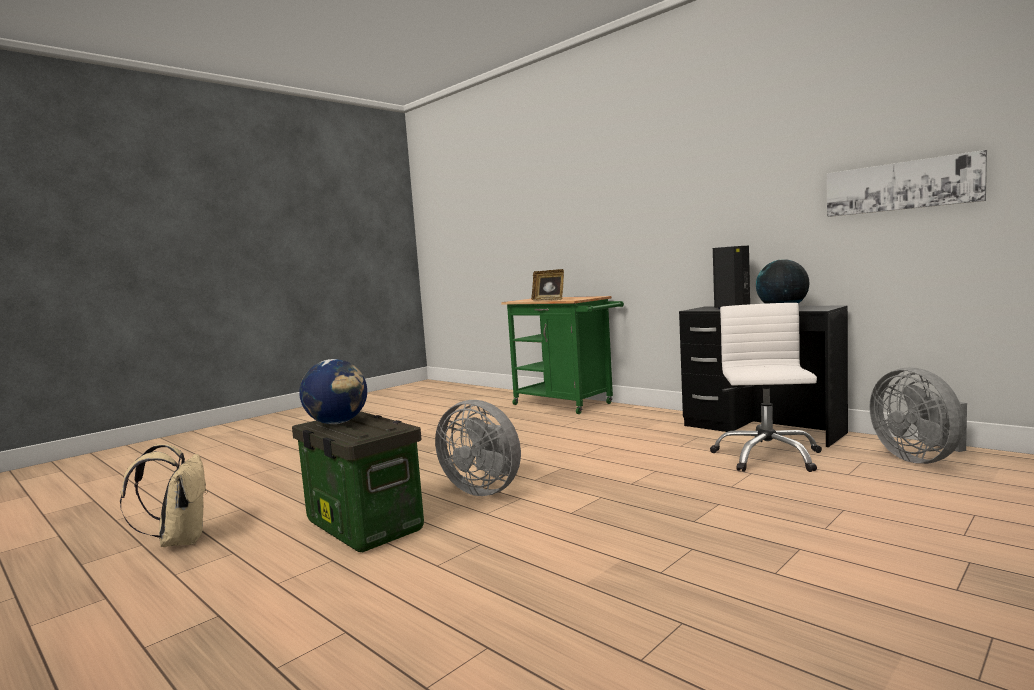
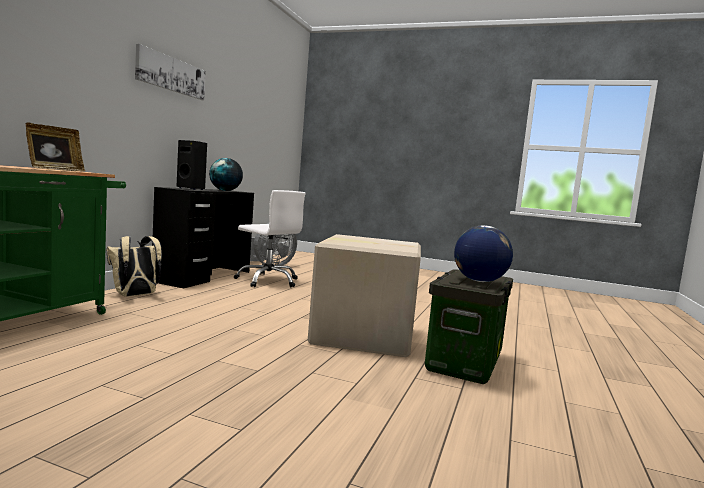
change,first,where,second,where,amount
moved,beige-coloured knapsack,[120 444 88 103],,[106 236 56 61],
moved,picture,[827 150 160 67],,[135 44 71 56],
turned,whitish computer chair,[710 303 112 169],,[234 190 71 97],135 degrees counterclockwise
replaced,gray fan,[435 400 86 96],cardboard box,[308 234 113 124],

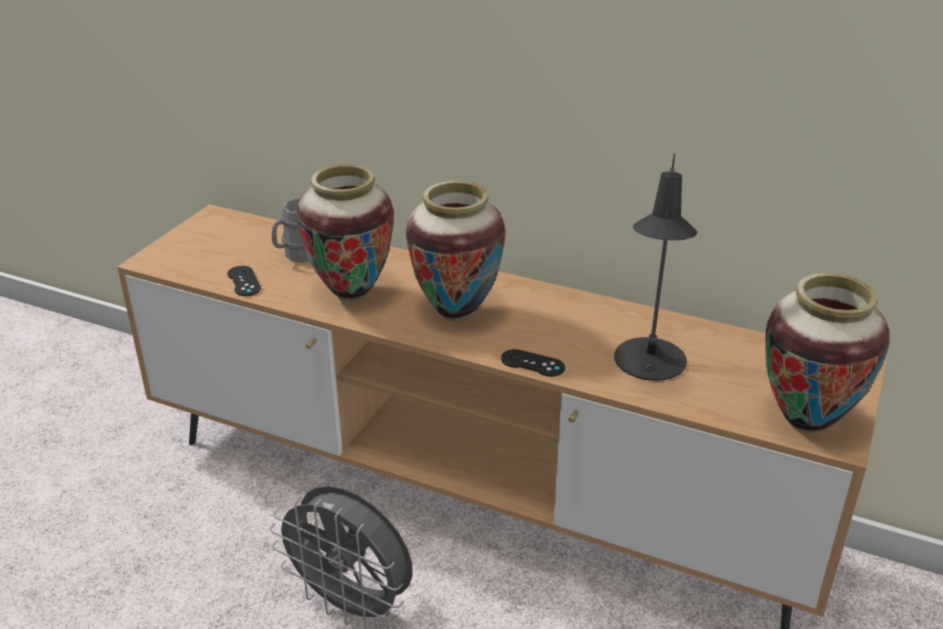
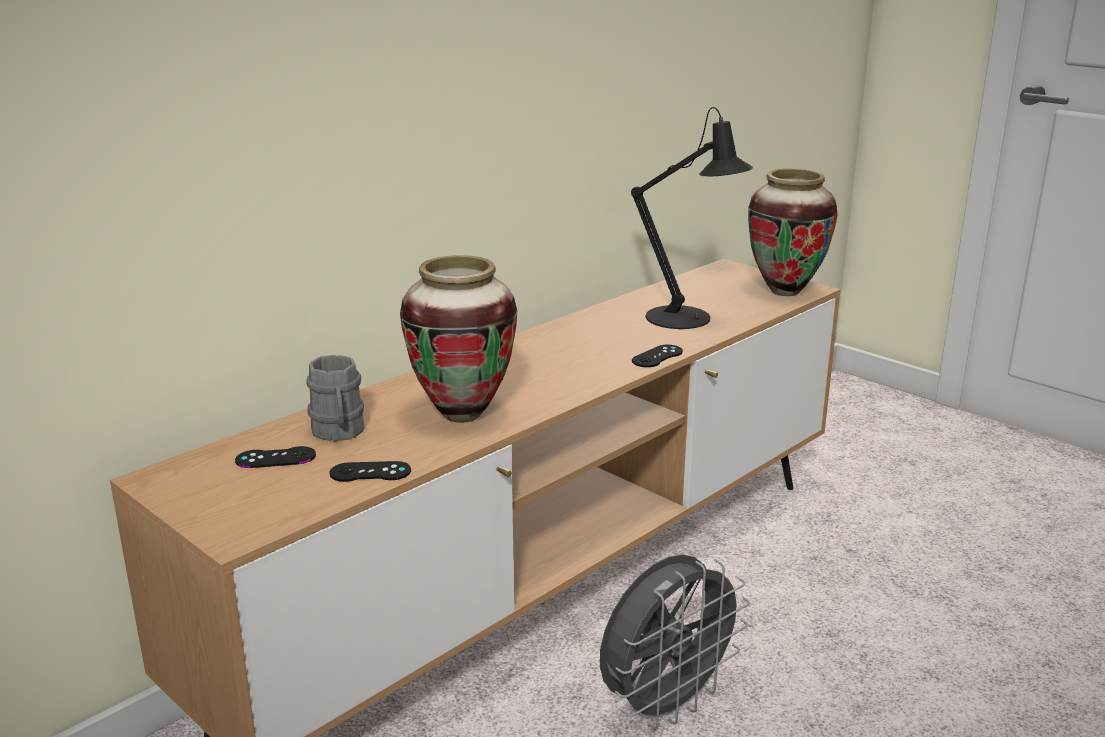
change,first,where,second,where,amount
added,,,black gamepad,[235 446 81 22],
removed,vase,[406 181 100 140],,,

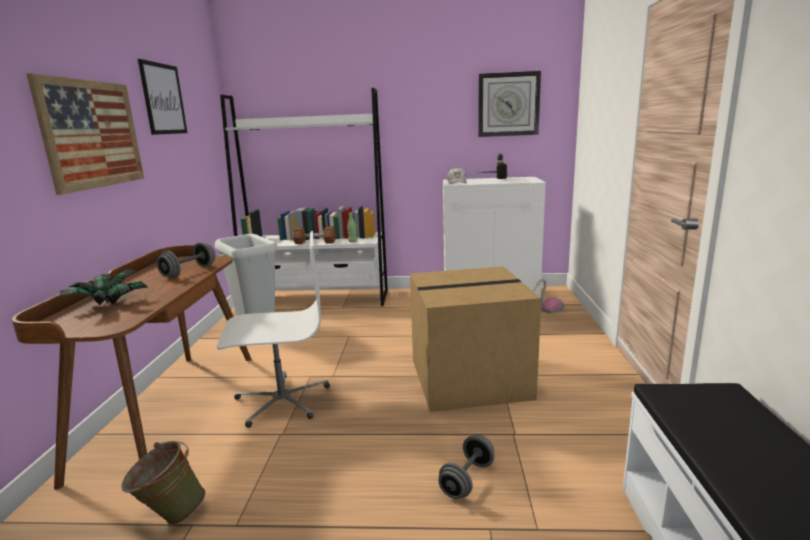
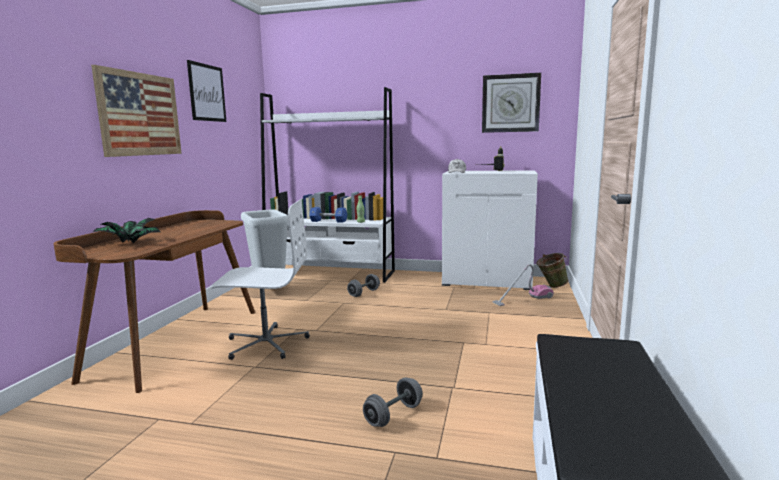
change,first,where,second,where,amount
recoloured,brown-coloured free weight,[292 226 44 18],blue-coloured free weight,[309 207 38 16],
moved,gray free weight,[157 242 58 36],,[347 274 33 23],
moved,green bucket,[121 441 84 84],,[537 253 32 35],
removed,cardboard box,[410 266 131 146],,,

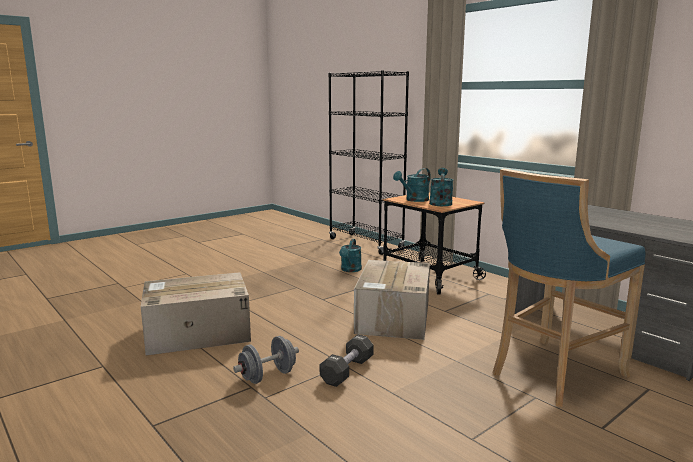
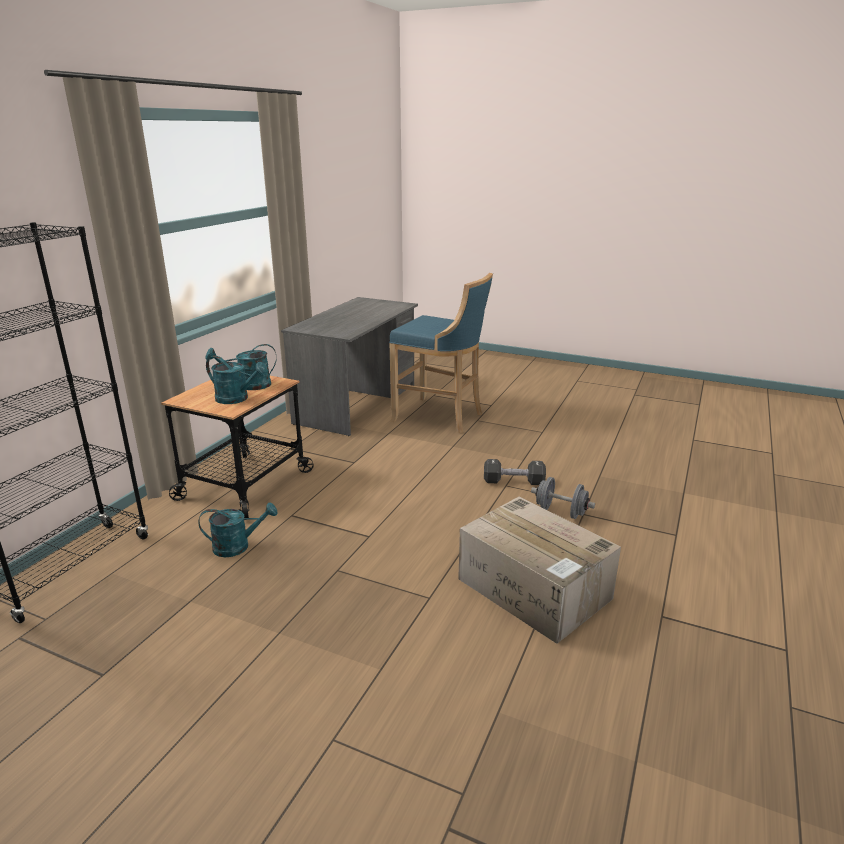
change,first,where,second,where,amount
removed,cardboard box,[354 260 76 80],,,

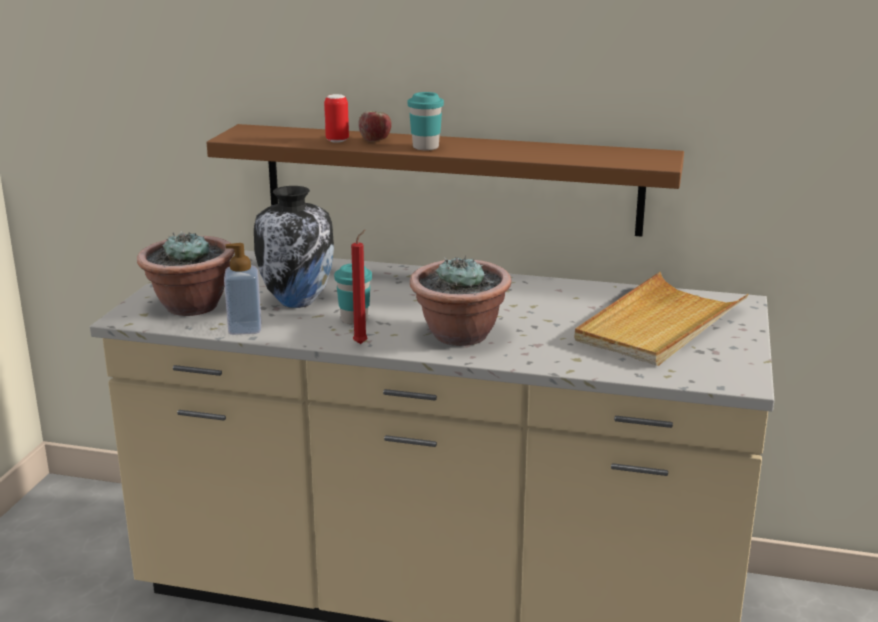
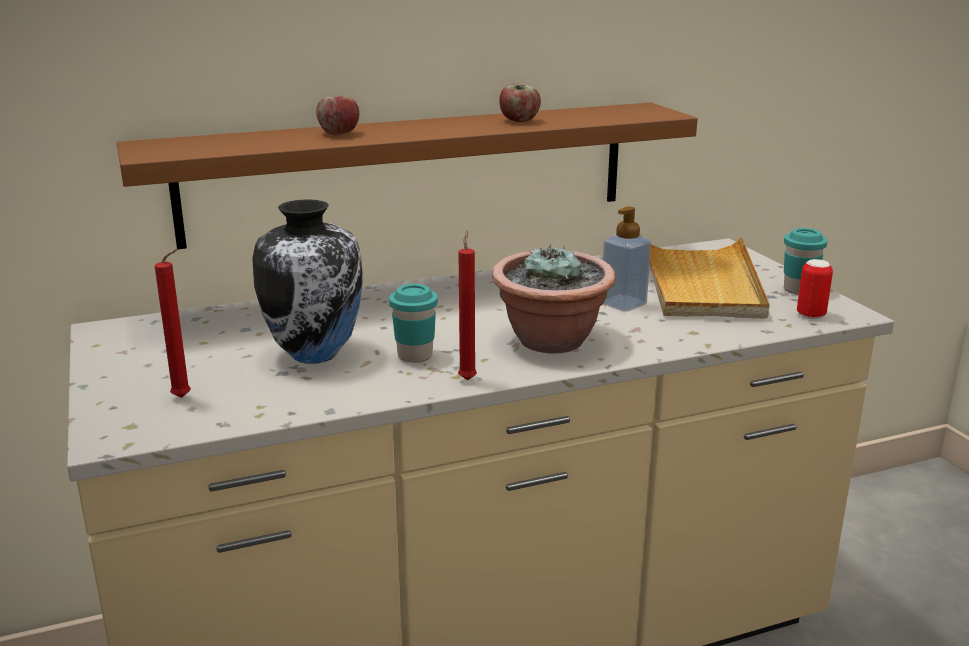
change,first,where,second,where,amount
replaced,houseplant,[137 231 97 85],red wax candle,[155 249 36 149],
added,,,whole apple,[499 84 42 38],
moved,soap dispenser,[224 243 37 92],,[603 207 48 105],
moved,turquoise small cup,[408 92 36 59],,[784 228 44 67],
moved,can,[324 94 25 49],,[797 259 36 60],

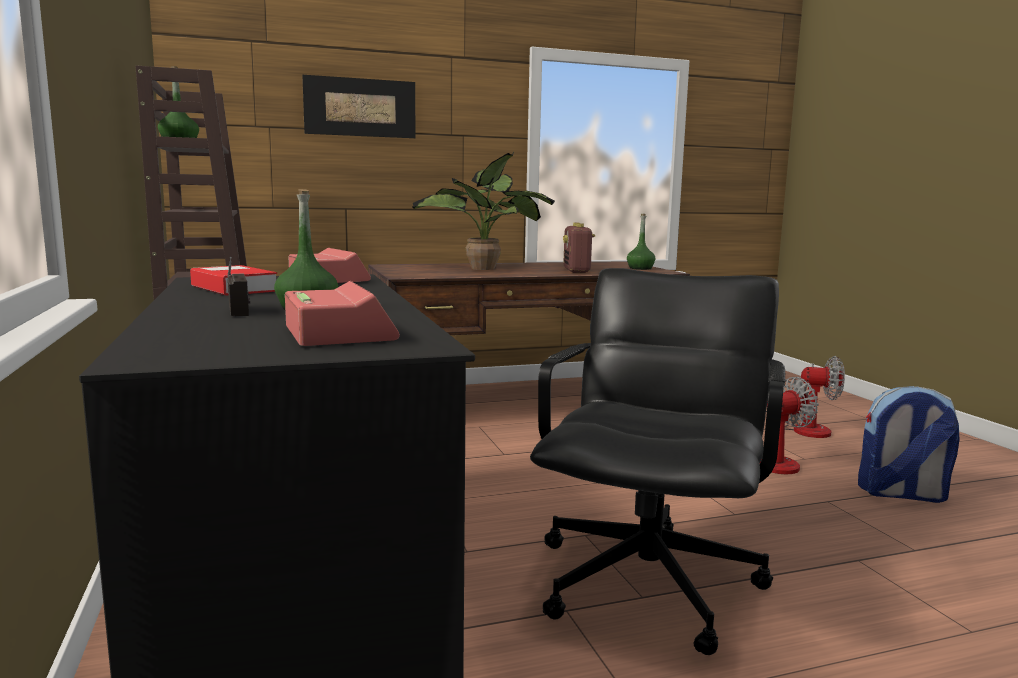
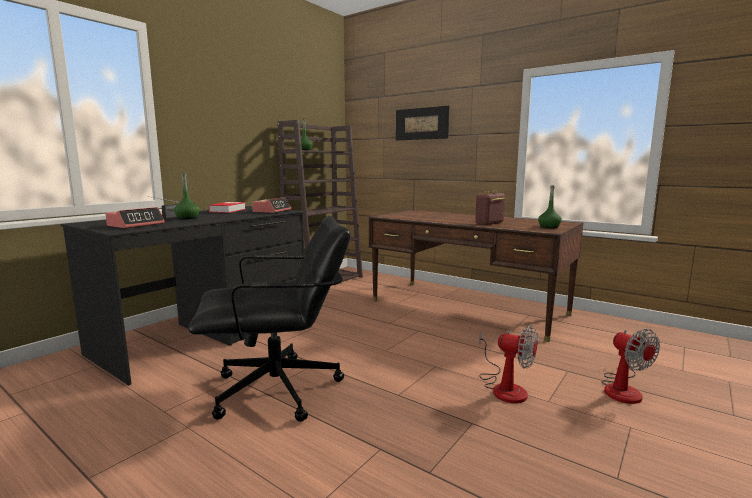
change,first,where,second,where,amount
removed,houseplant,[412 152 143 118],,,
removed,knapsack,[858 386 101 117],,,

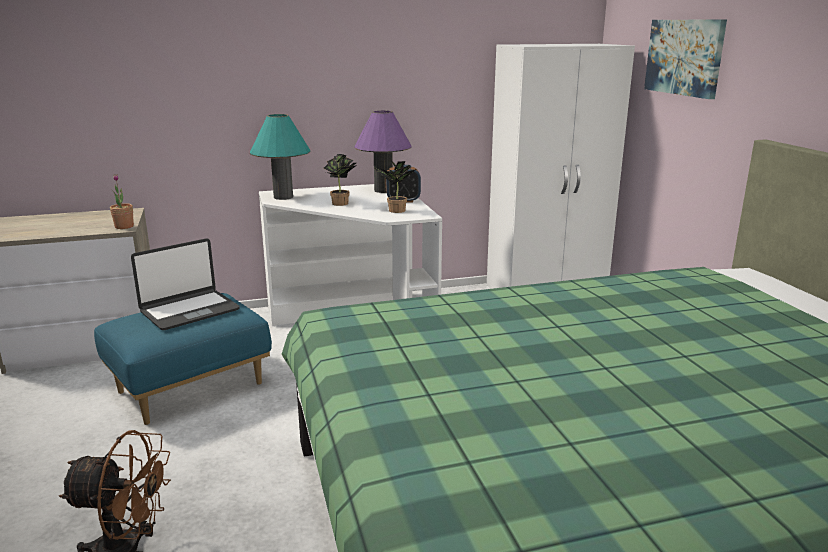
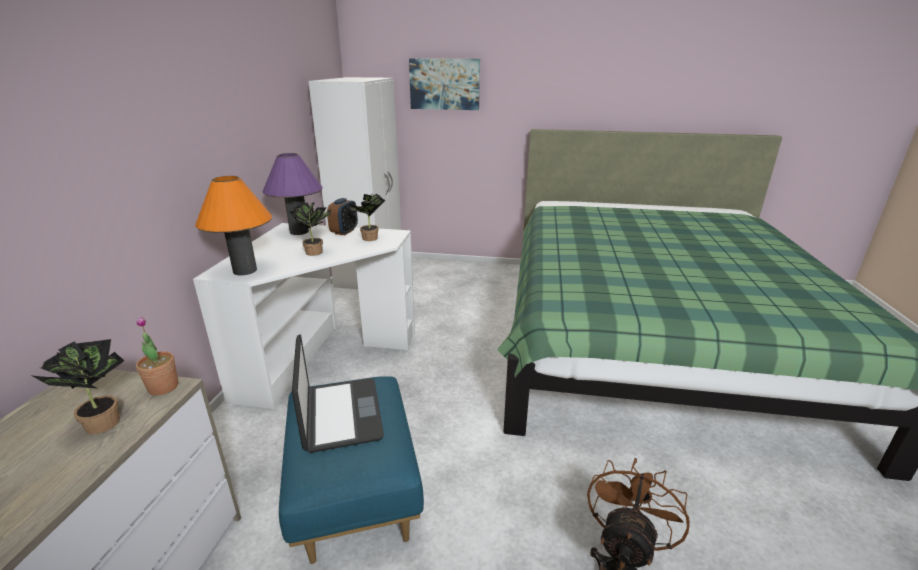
change,first,where,second,where,amount
added,,,houseplant,[33 339 91 95],
recoloured,turquoise tabletop lamp,[250 114 60 86],orange tabletop lamp,[195 176 77 99],

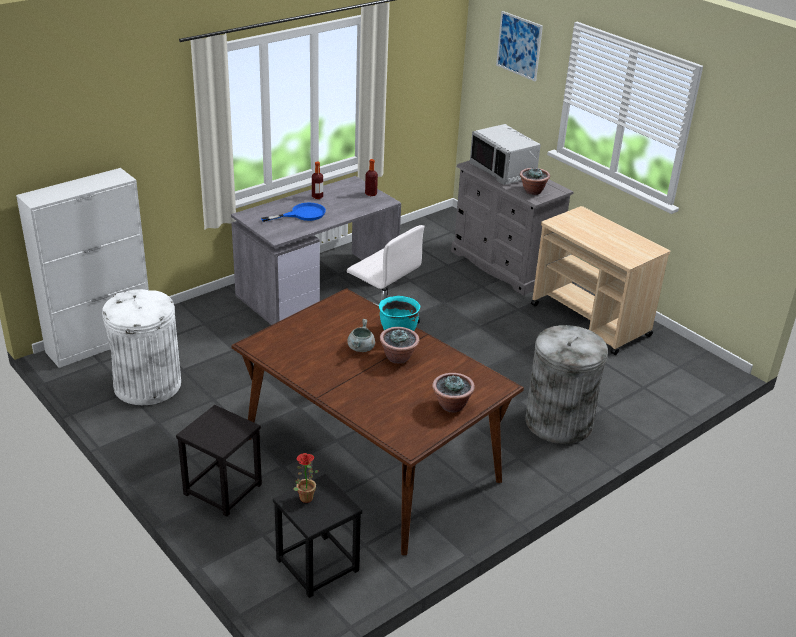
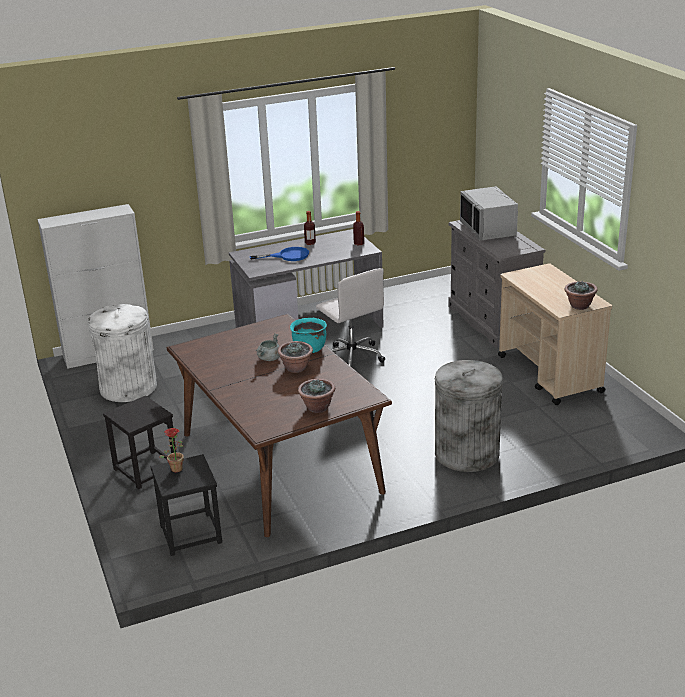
change,first,where,second,where,amount
moved,houseplant,[520 167 30 28],,[564 282 34 28],
removed,picture,[496 11 47 70],,,

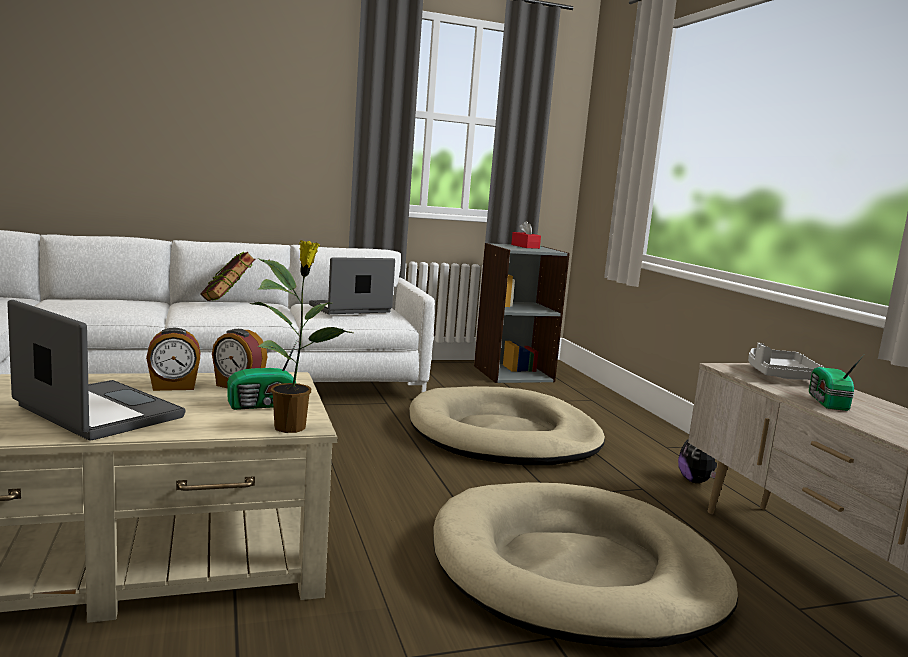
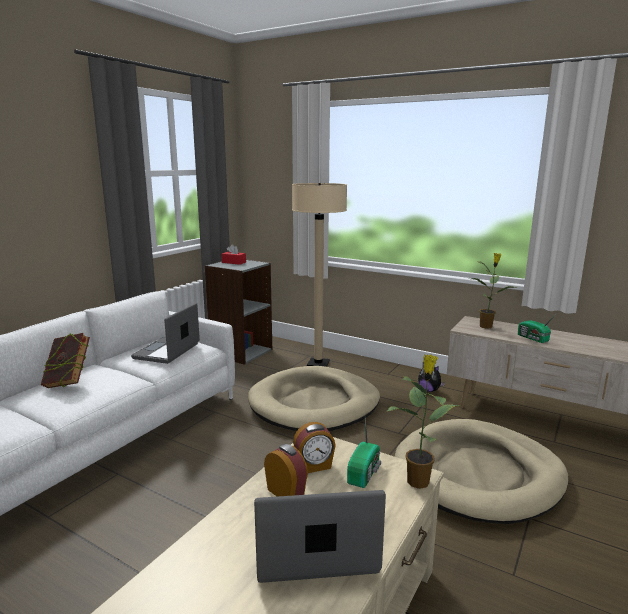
change,first,where,second,where,amount
turned,table clock,[146 328 54 63],,[264 444 44 53],75 degrees counterclockwise
added,,,beige-coloured standard lamp,[292 183 55 184],
replaced,gray tray,[748 343 77 37],houseplant,[472 253 44 76],

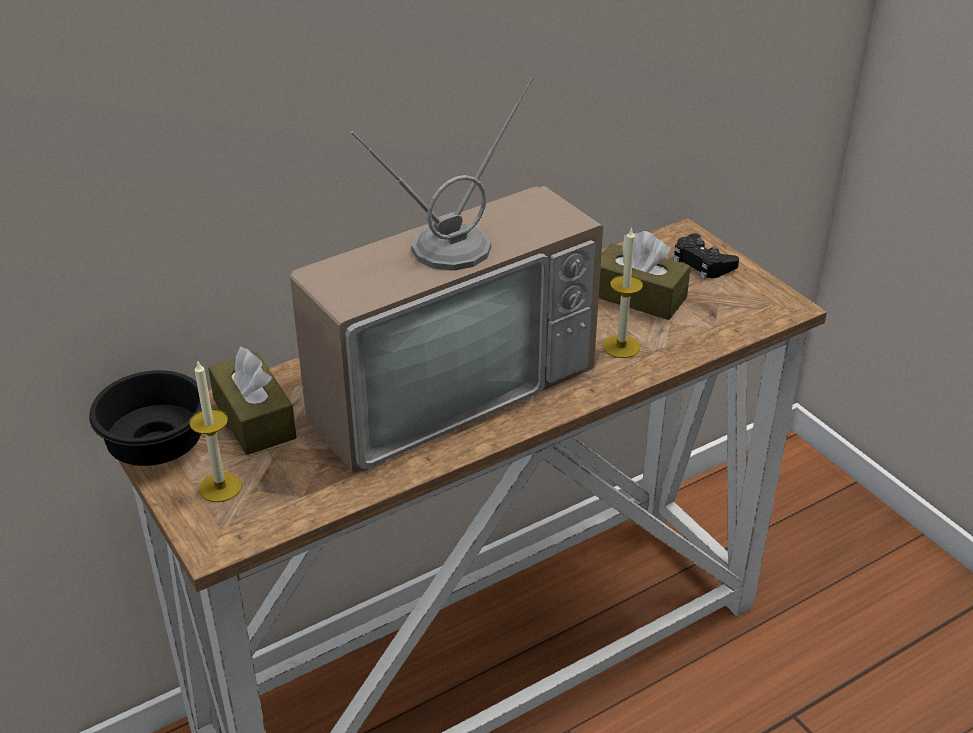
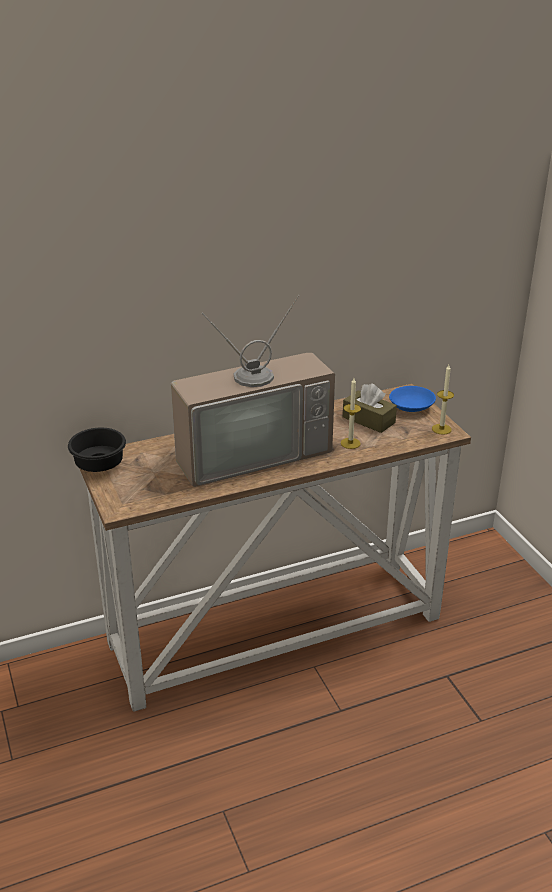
change,first,where,second,where,amount
replaced,black gamepad,[673 233 66 47],blue-coloured bowl,[389 386 47 26],
moved,wax candle,[189 362 53 140],,[432 365 22 70],
removed,brown-coloured tissue holder,[208 347 89 108],,,

